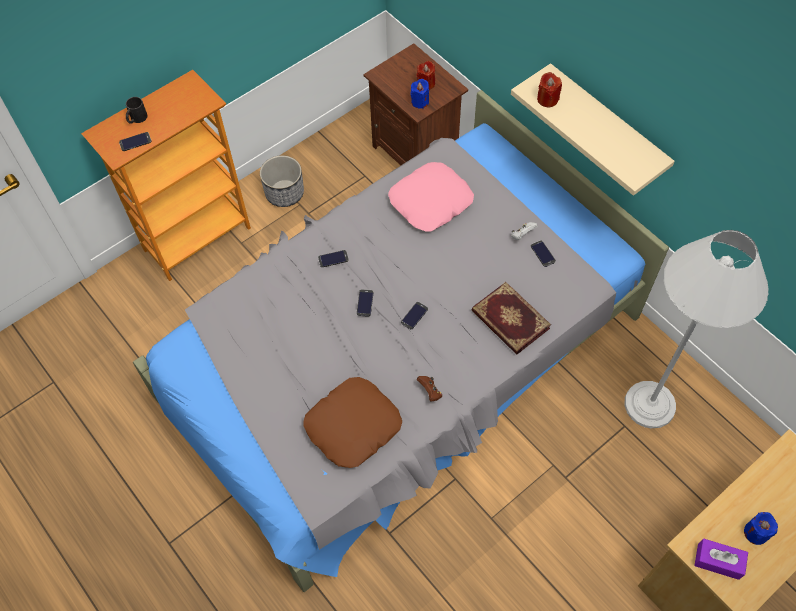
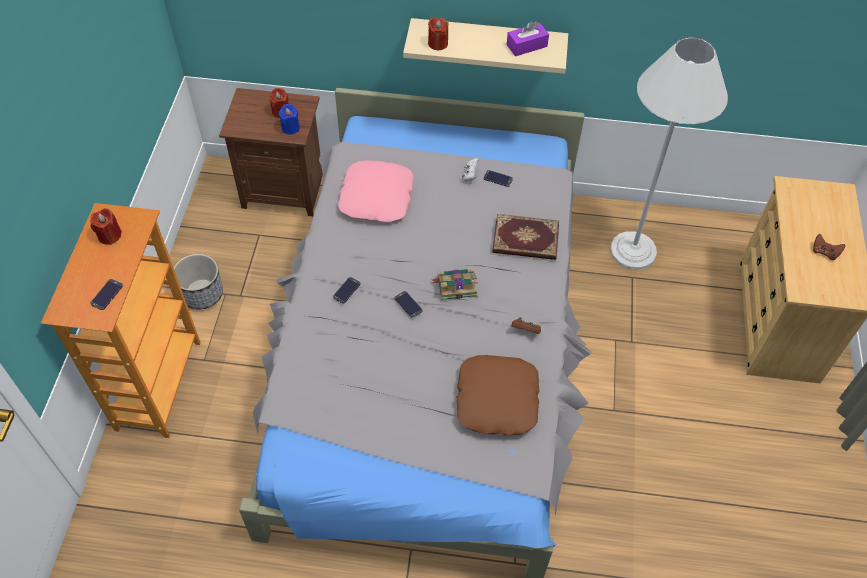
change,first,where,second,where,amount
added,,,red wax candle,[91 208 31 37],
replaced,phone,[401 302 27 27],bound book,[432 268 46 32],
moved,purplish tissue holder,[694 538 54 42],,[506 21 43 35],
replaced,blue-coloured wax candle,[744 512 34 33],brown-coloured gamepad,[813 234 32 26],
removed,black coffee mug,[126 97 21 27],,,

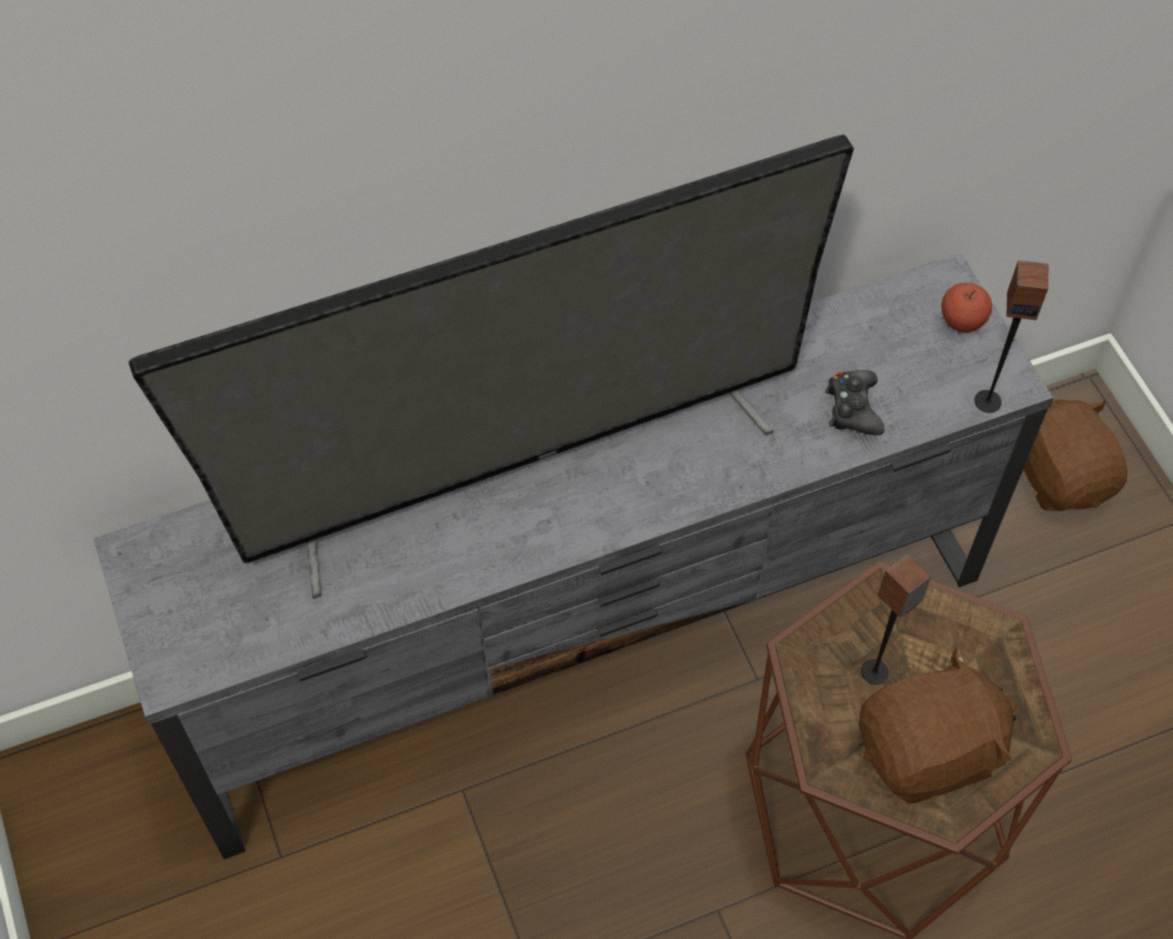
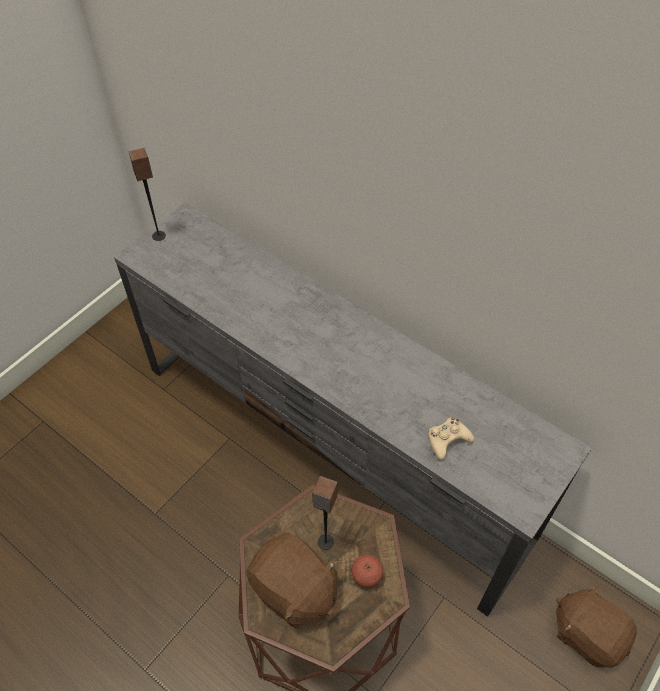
change,first,where,second,where,amount
moved,audio speaker,[974 260 74 153],,[129 148 37 93],
moved,whole apple,[941 283 51 49],,[351 555 32 33],
recoloured,black gamepad,[825 370 59 65],beige-coloured gamepad,[428 417 46 43],
turned,brown-coloured plush toy,[1023 399 104 112],,[556 584 81 84],90 degrees counterclockwise
removed,television,[128 134 726 465],,,

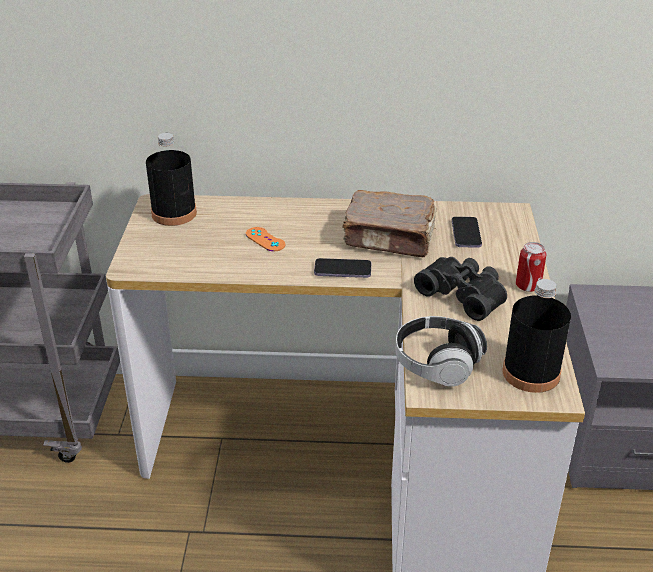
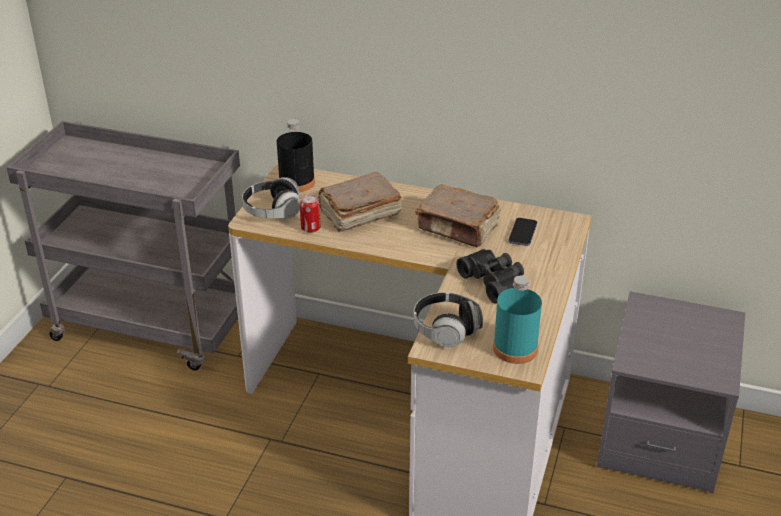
change,first,where,second,where,amount
added,,,pair of headphones,[242 177 58 42],
moved,can,[516 242 30 50],,[300 194 21 39],
replaced,orange gamepad,[246 227 39 24],brown-coloured bound book,[318 172 84 60],
recoloured,black drink bottle,[503 279 68 114],turquoise drink bottle,[493 275 49 89],
removed,phone,[314 258 57 20],,,

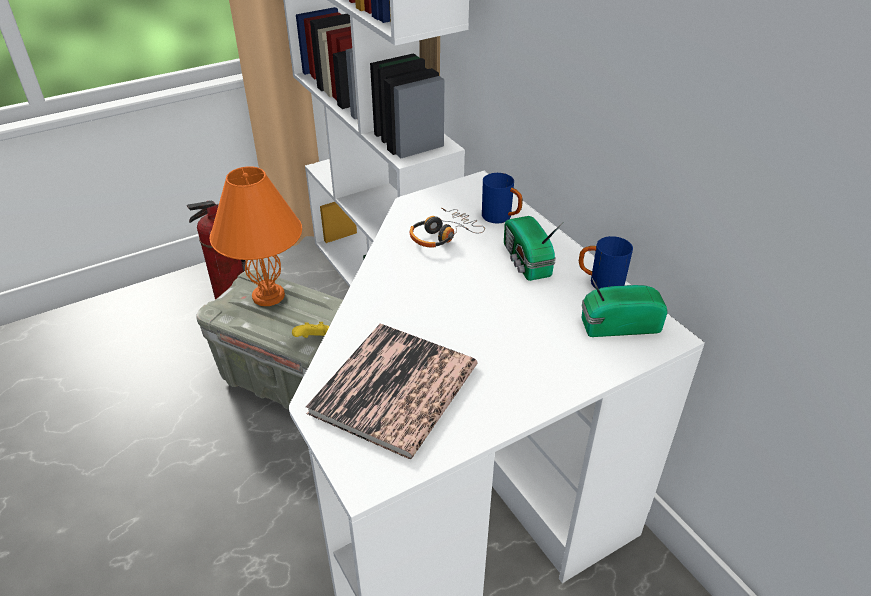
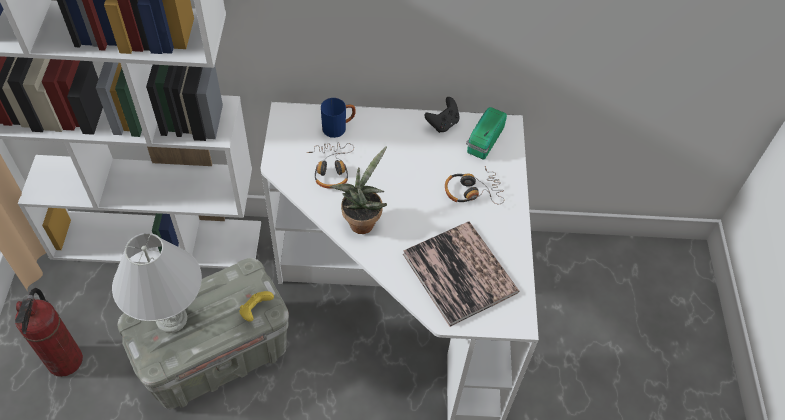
change,first,where,second,where,amount
recoloured,orange tabletop lamp,[209 166 93 140],whitish tabletop lamp,[112 233 90 100],
added,,,houseplant,[329 146 58 88],
replaced,blue-coloured coffee mug,[579 236 54 53],black gamepad,[424 97 36 36],
added,,,pair of headphones,[445 166 59 38],
removed,radio set,[504 216 59 65],,,

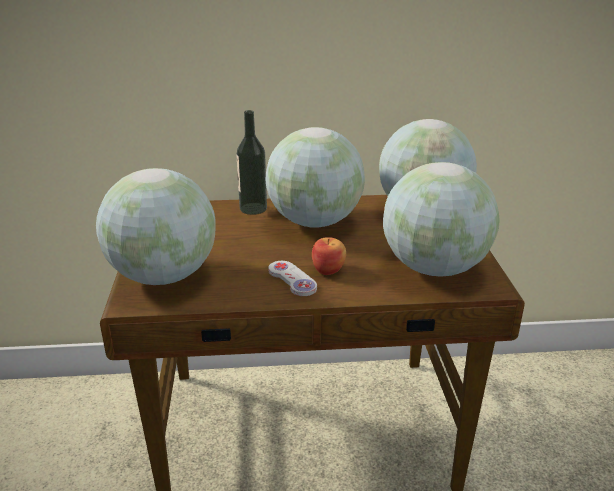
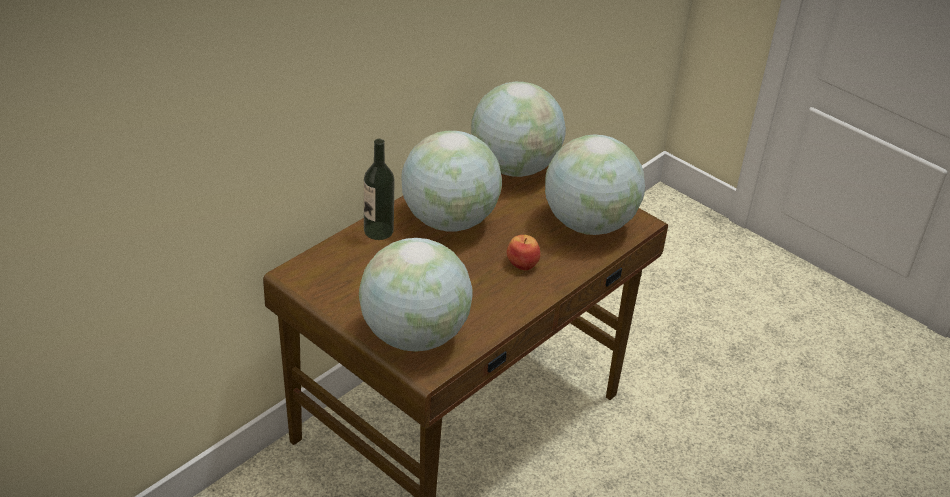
change,first,where,second,where,amount
removed,whitish gamepad,[268 261 49 35],,,

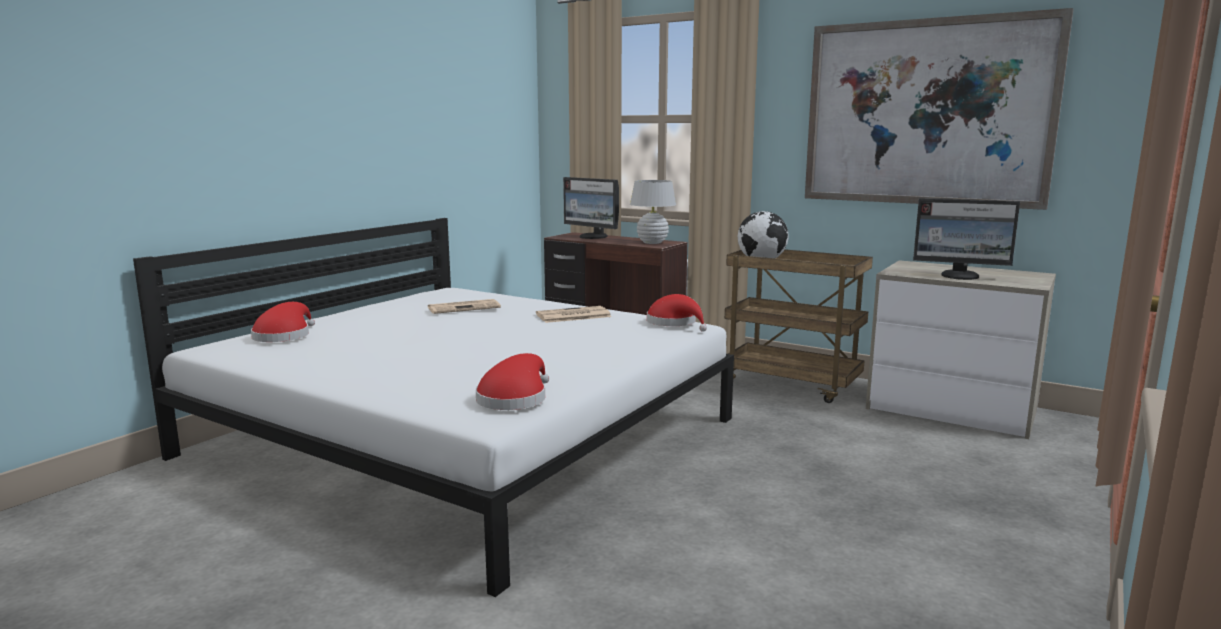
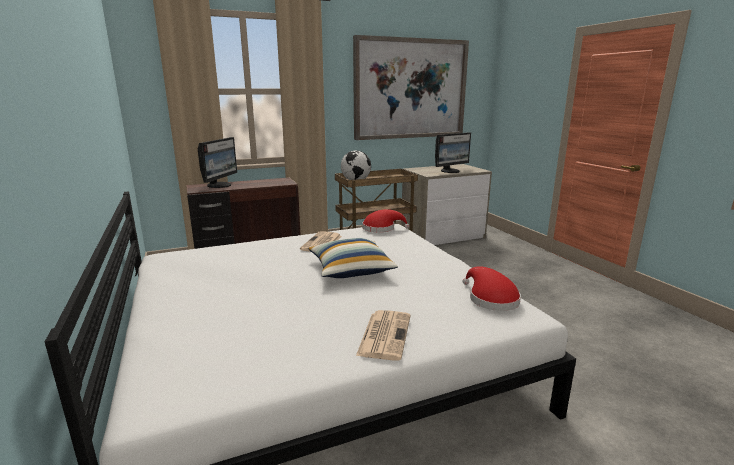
change,first,where,second,where,amount
turned,computer screen,[563 177 56 62],,[198 137 39 51],60 degrees counterclockwise
added,,,pillow,[308 238 90 40],
moved,newspaper,[428 299 73 15],,[356 310 55 50],
removed,red hat,[251 302 64 40],,,
removed,whitish tabletop lamp,[630 180 46 64],,,

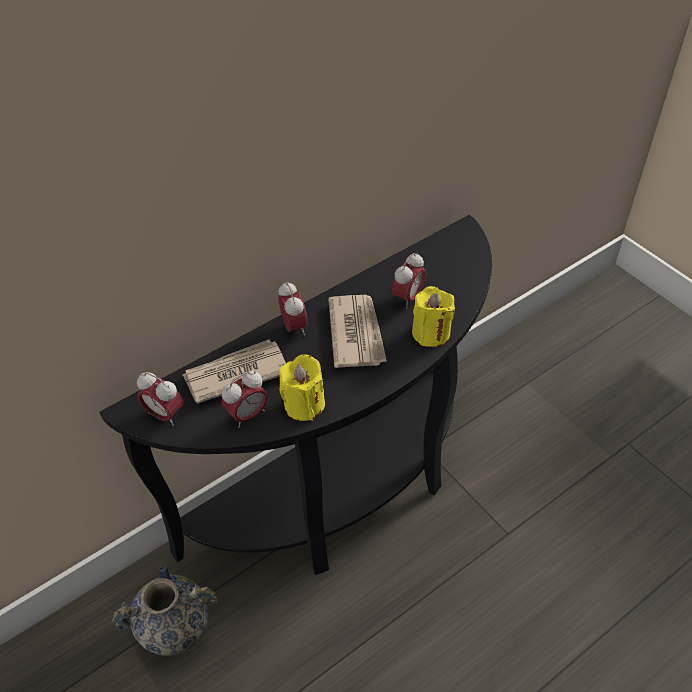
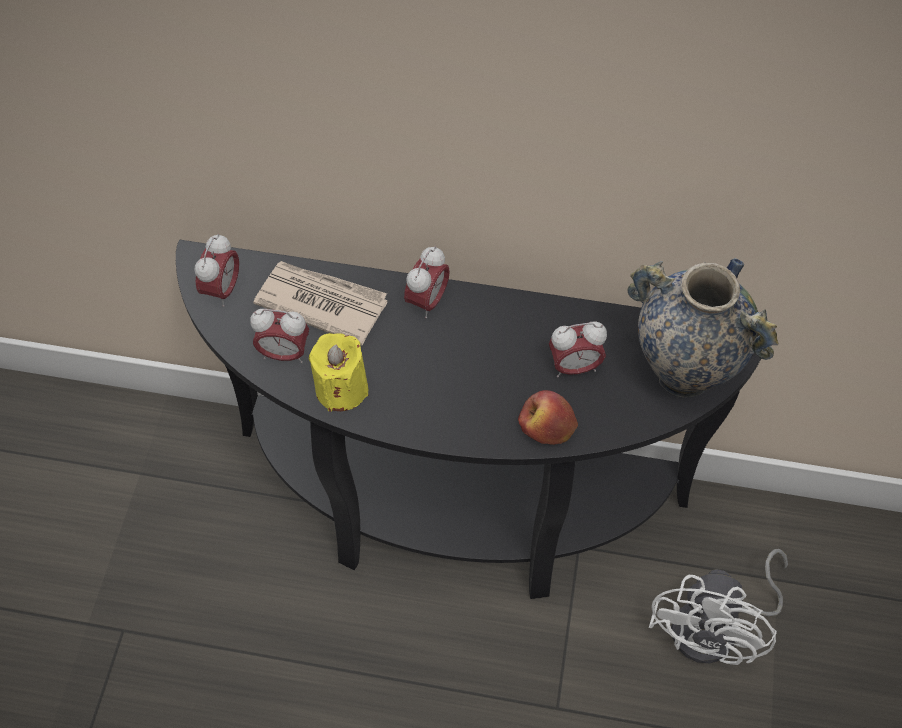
change,first,where,second,where,amount
turned,table clock,[137 372 46 54],,[194 233 45 74],150 degrees counterclockwise
replaced,yellow wax candle,[412 286 43 61],whole apple,[518 390 60 55],
moved,vase,[112 566 106 90],,[627 258 152 139],
added,,,whitish fan,[649 549 139 116],
removed,newspaper,[328 295 59 73],,,

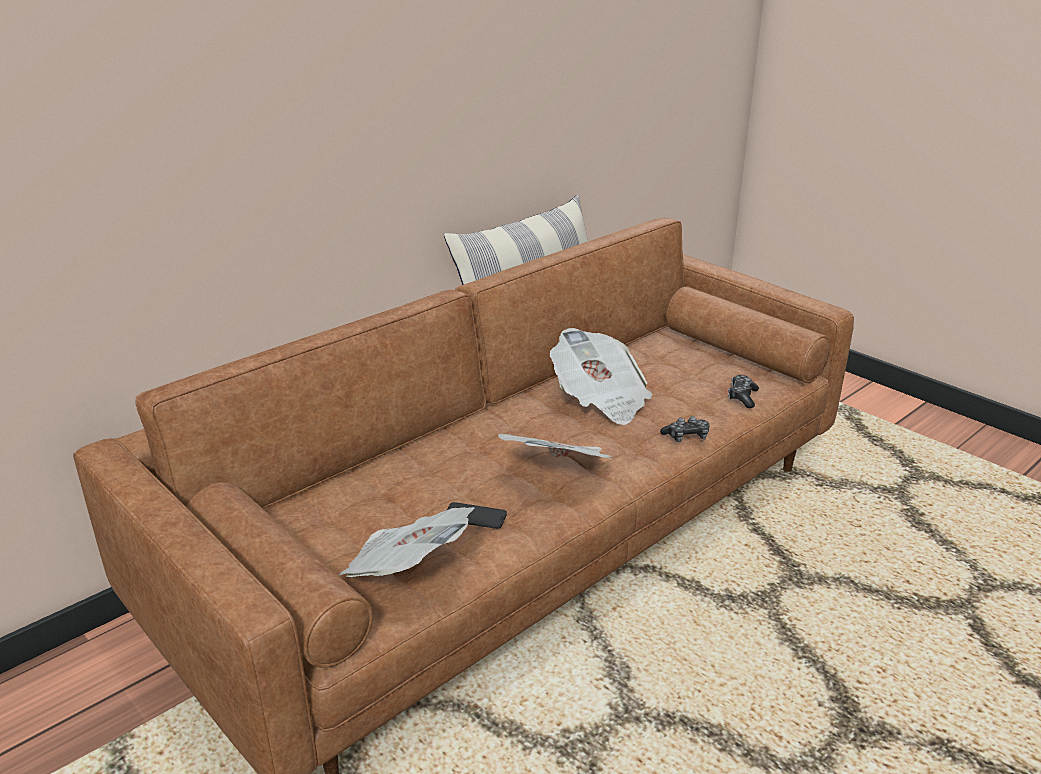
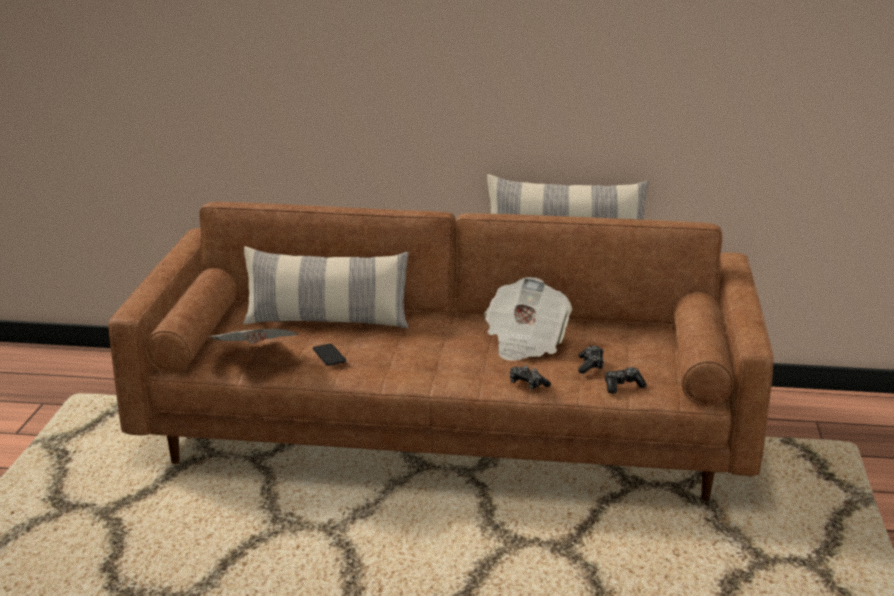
change,first,where,second,where,amount
added,,,pillow,[243 246 166 82],
added,,,gamepad,[578 346 26 28],
removed,newspaper,[498 434 116 26],,,

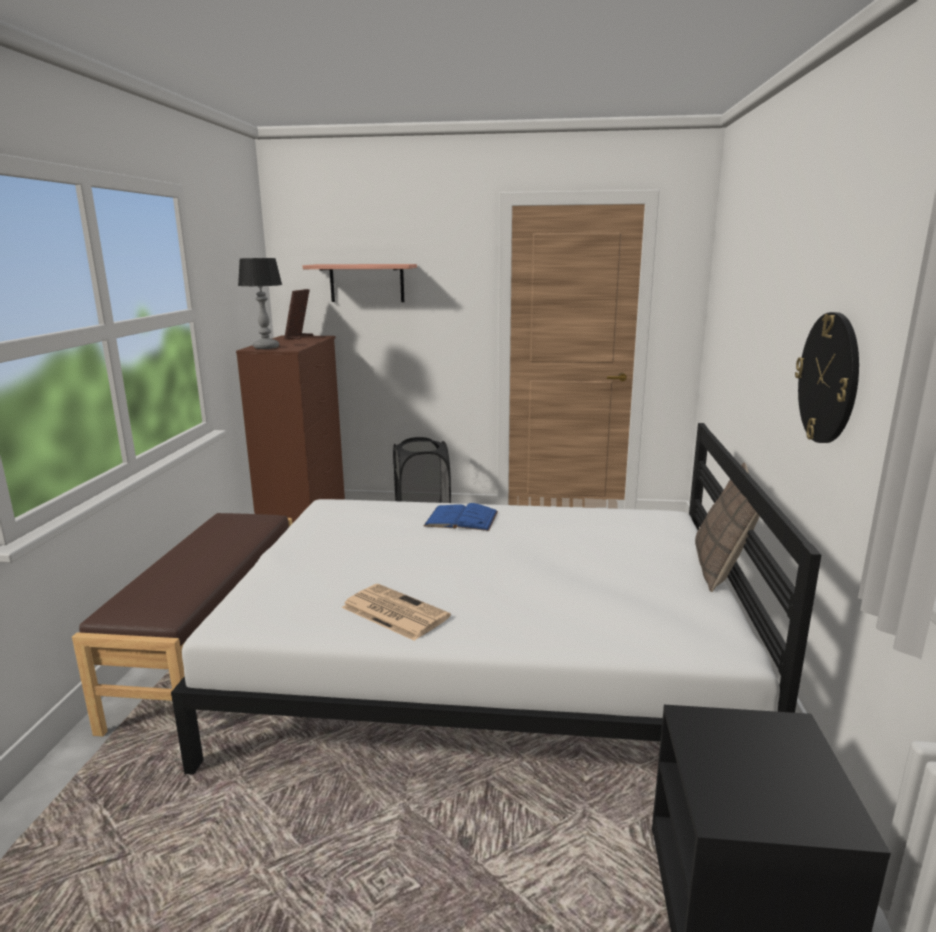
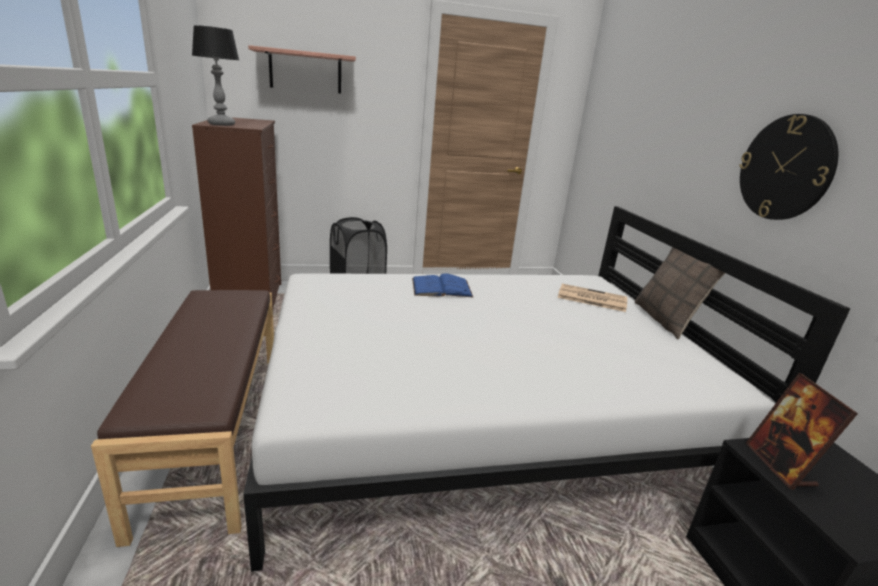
change,first,where,second,where,amount
moved,newspaper,[342 584 109 57],,[557 284 70 28],
moved,photo frame,[284 289 29 50],,[746 373 112 117],

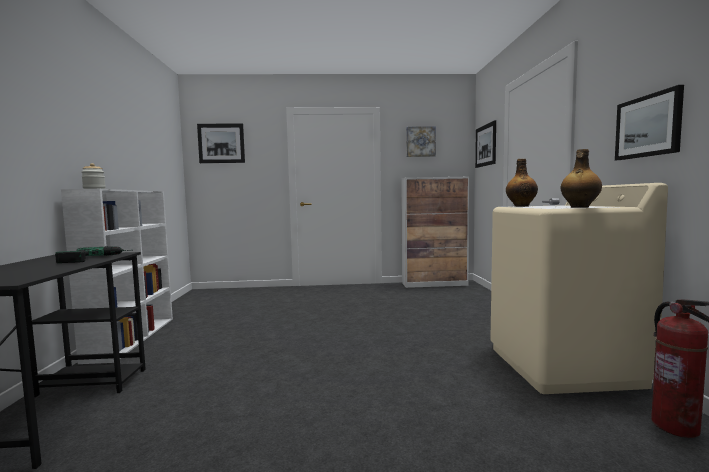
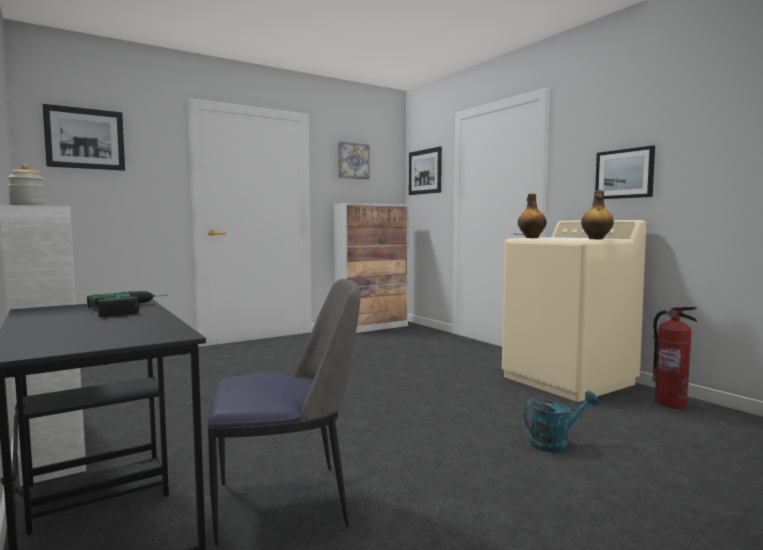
change,first,where,second,where,amount
added,,,chair,[207 279 154 267],
added,,,turquoise watering pot,[523 390 76 62],

